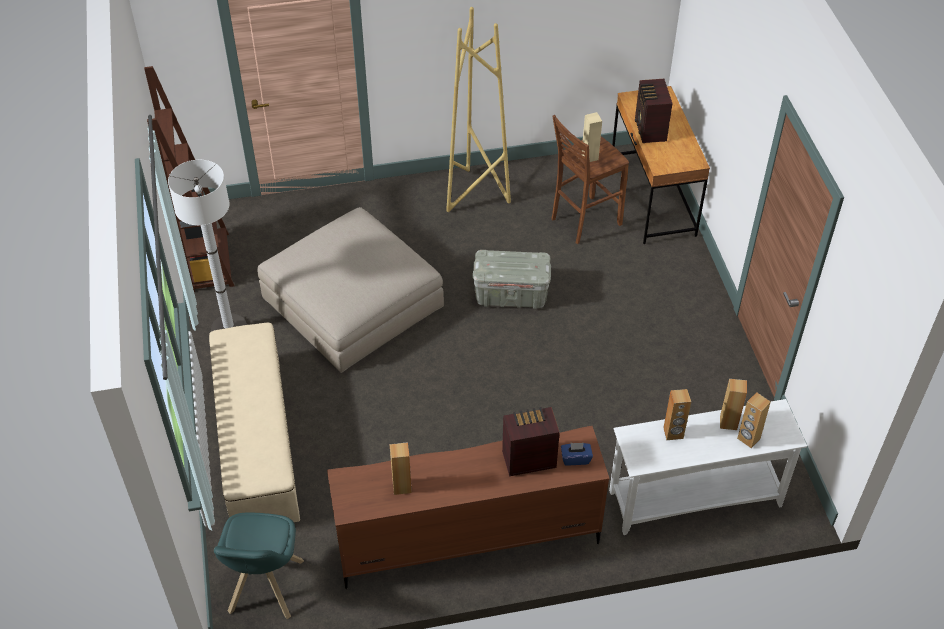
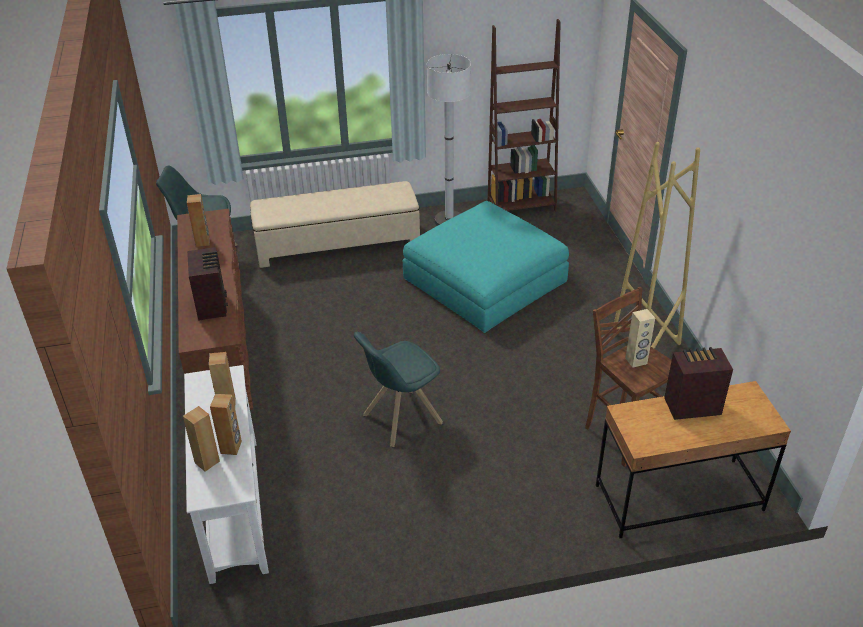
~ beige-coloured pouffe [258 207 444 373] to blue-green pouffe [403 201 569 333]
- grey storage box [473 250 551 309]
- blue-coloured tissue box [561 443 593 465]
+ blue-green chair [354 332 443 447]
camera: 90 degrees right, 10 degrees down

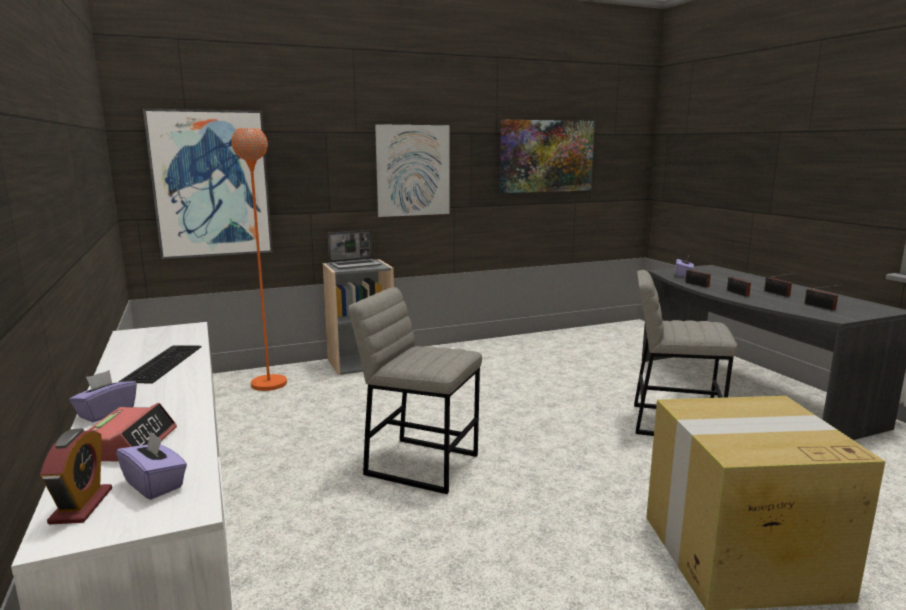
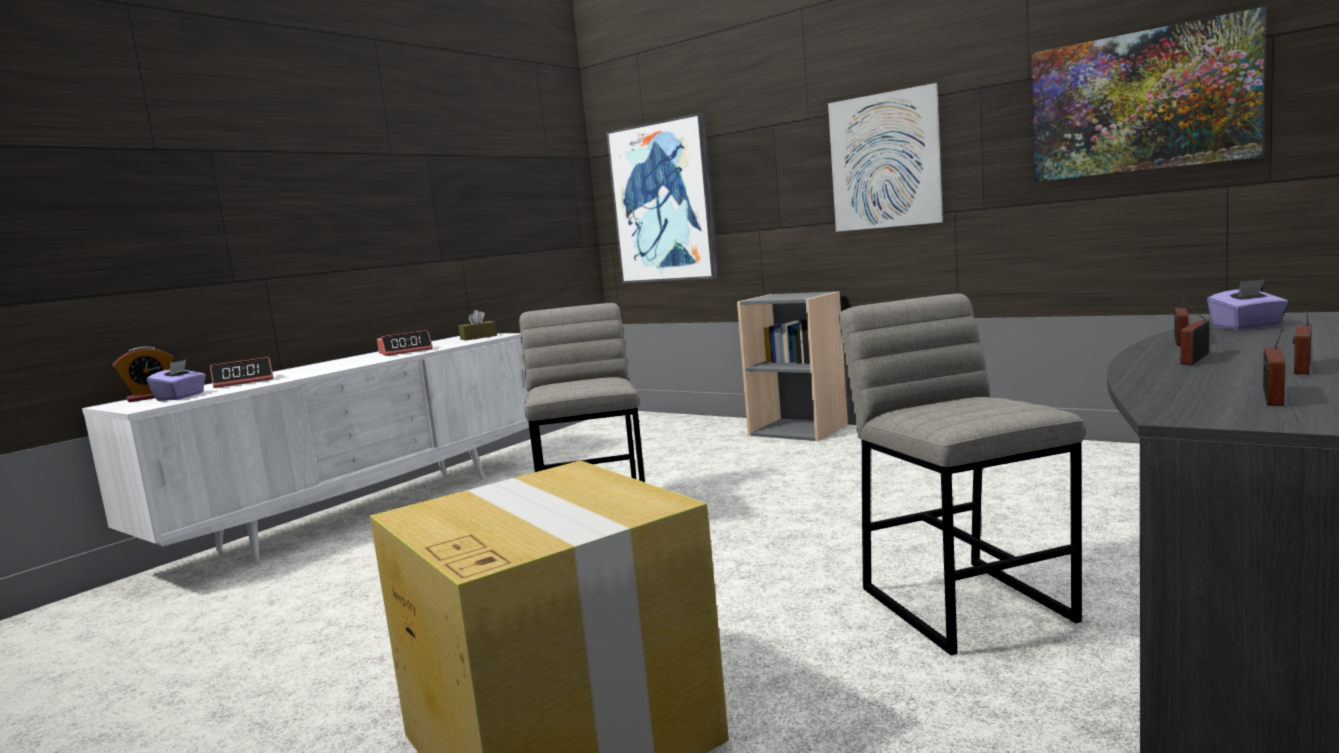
- purple tissue box [69 370 137 422]
~ computer keyboard [119 345 202 383] to bedside clock [377 330 433 356]
- orange standard lamp [231 128 287 391]
- portable computer [328 230 382 269]
+ brown tissue box [459 310 497 341]
camera: 60 degrees right, 5 degrees down

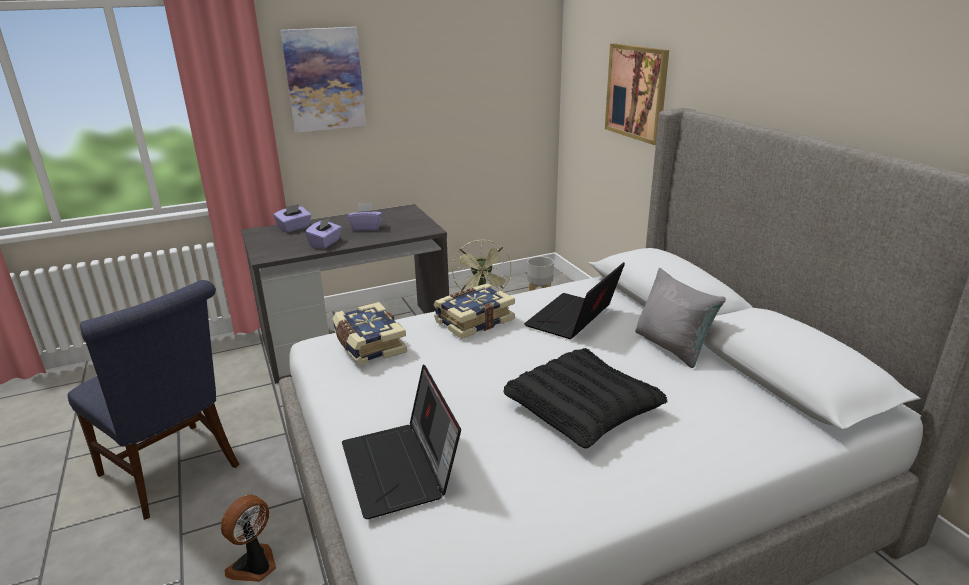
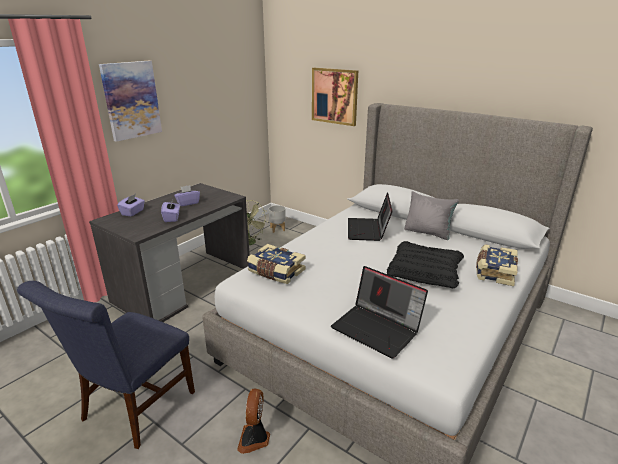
~ blue-coloured chair [68 280 240 520] = [17 281 195 449] 105 degrees clockwise
~ book [434 283 515 339] to [476 244 518 286]
camera: 30 degrees left, 0 degrees up

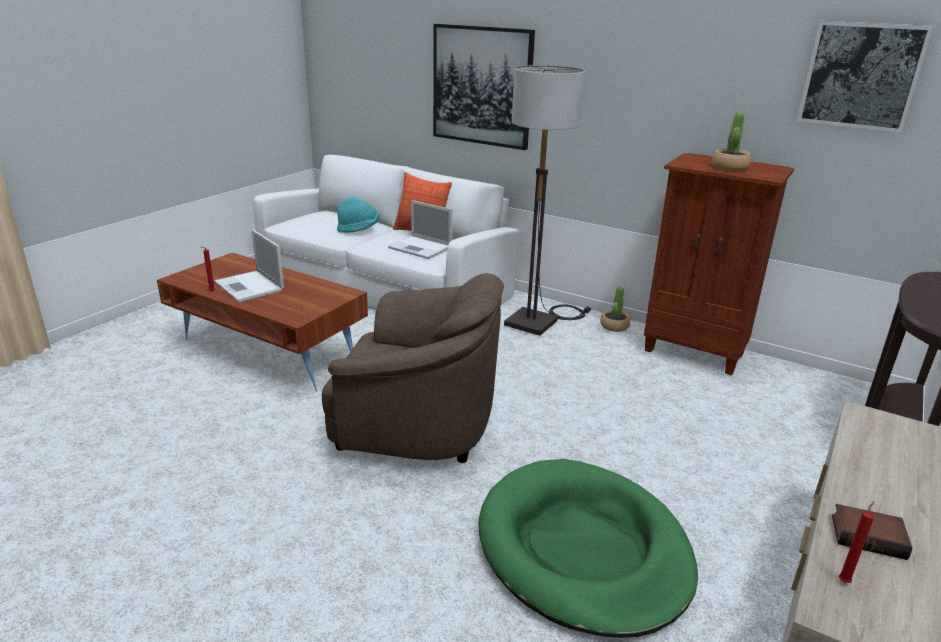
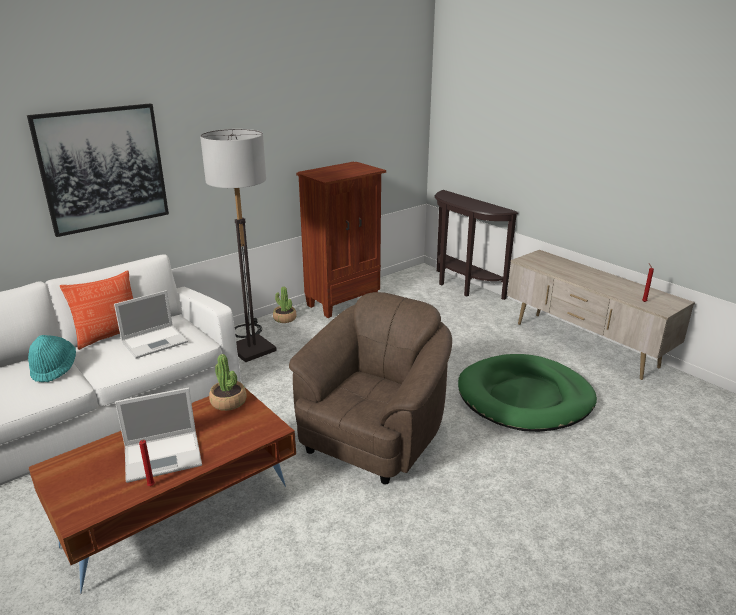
~ plant in a pot [712 111 751 171] to [209 354 247 411]
- wall picture [797 21 933 133]
- book [832 504 913 560]
camera: 70 degrees left, 0 degrees up

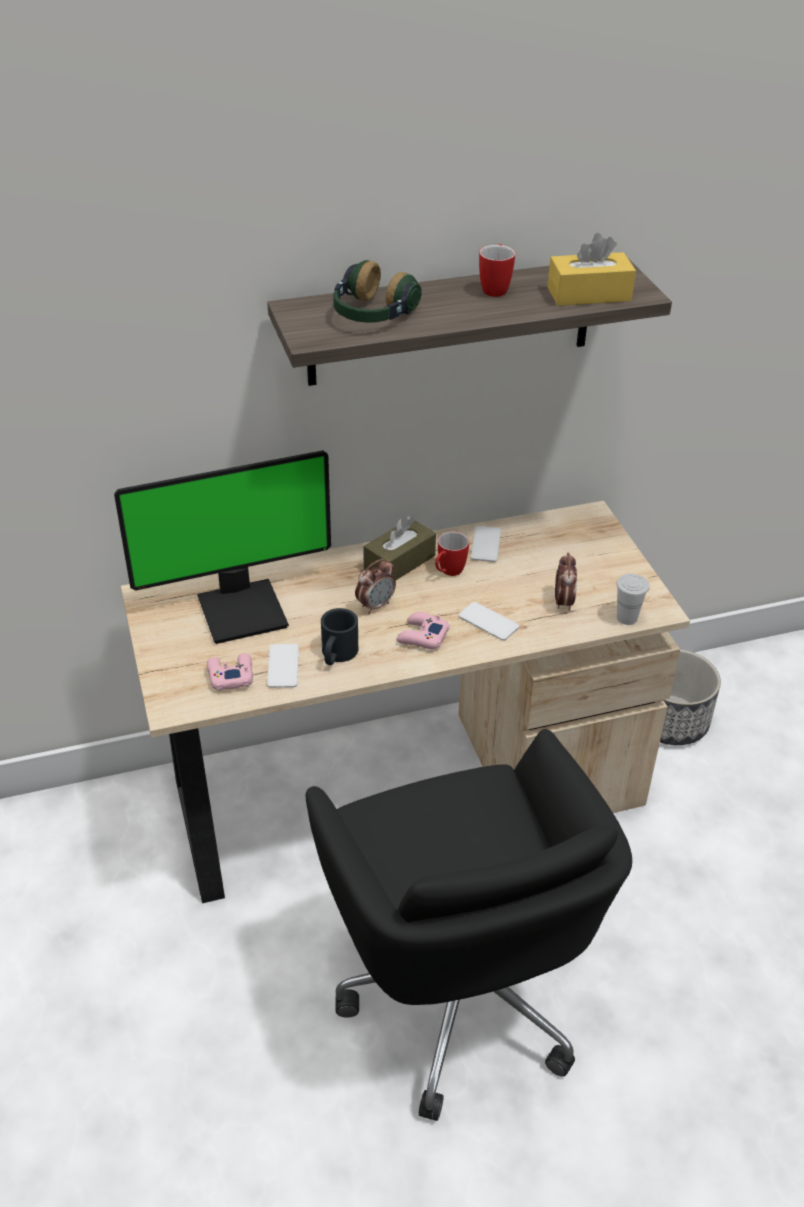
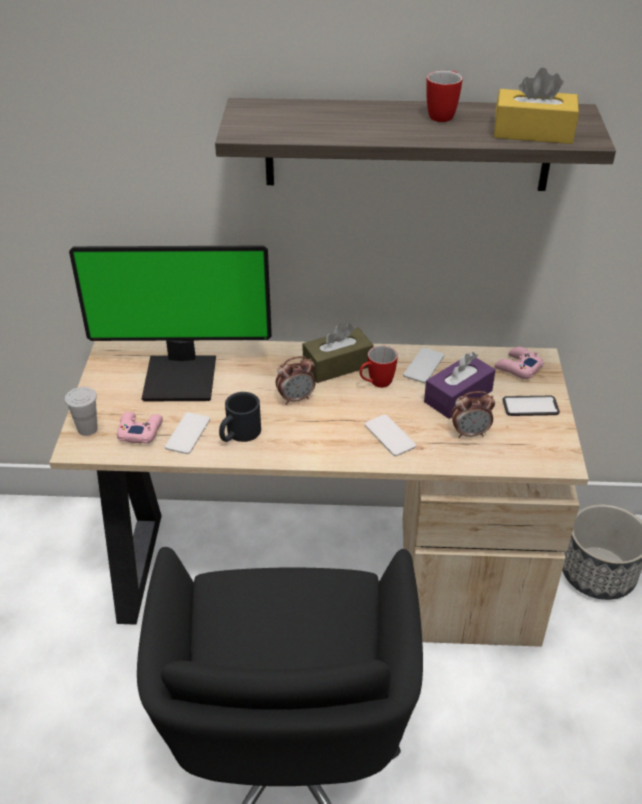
- headset [333 260 422 323]
~ pinkish gamepad [396 612 450 649] to [495 347 544 379]
~ bedside clock [555 553 577 611] = [451 391 495 438] 60 degrees clockwise
~ white-coloured small cup [616 574 649 625] to [65 387 98 436]
+ purple tissue box [424 352 496 419]
+ telephone [502 396 560 416]
camera: 20 degrees right, 0 degrees up

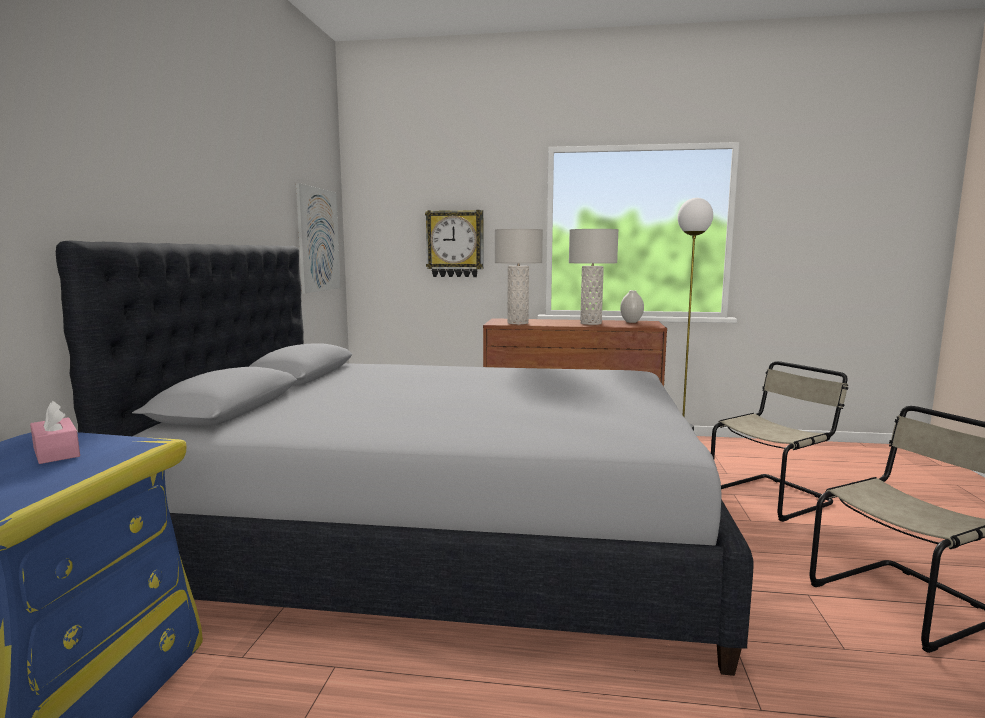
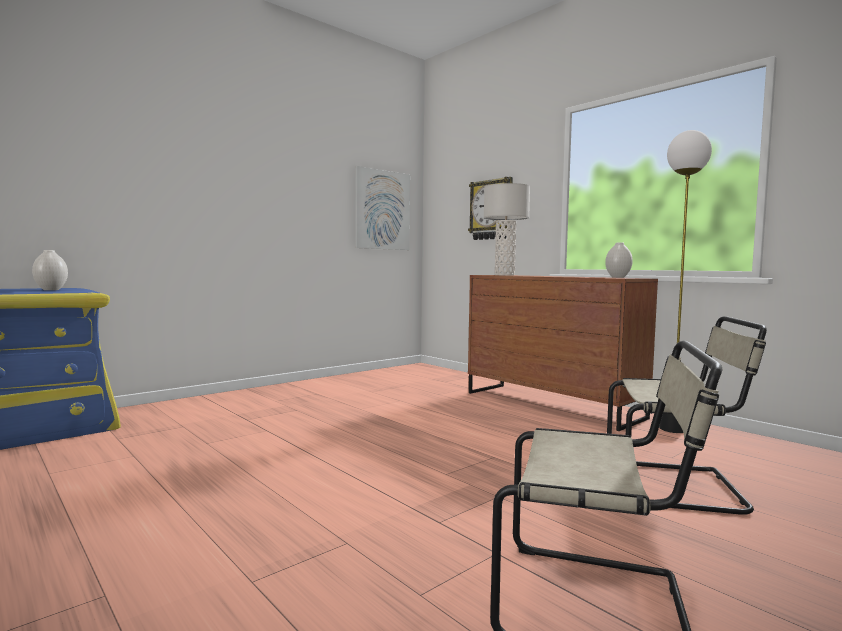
~ pinkish tissue box [30 401 80 464] to white-coloured decorative vase [32 250 68 290]
- grey sleeping bed [56 241 754 676]
- white-coloured table lamp [569 229 618 325]
camera: 40 degrees right, 5 degrees down

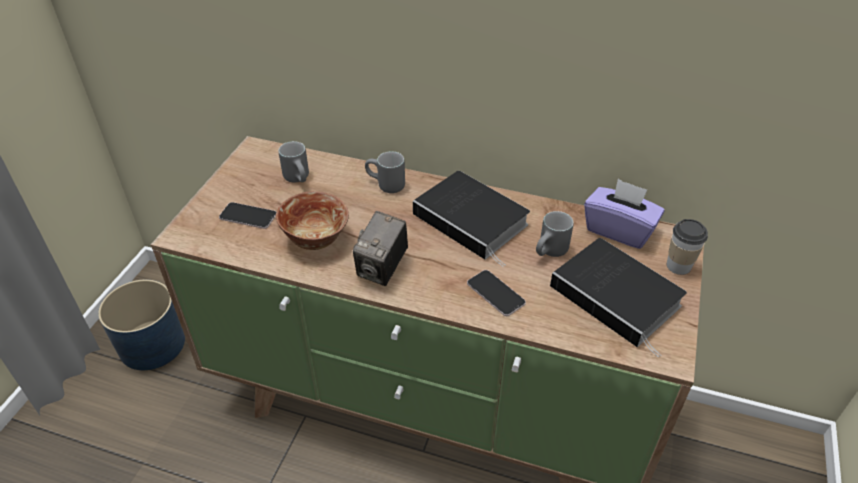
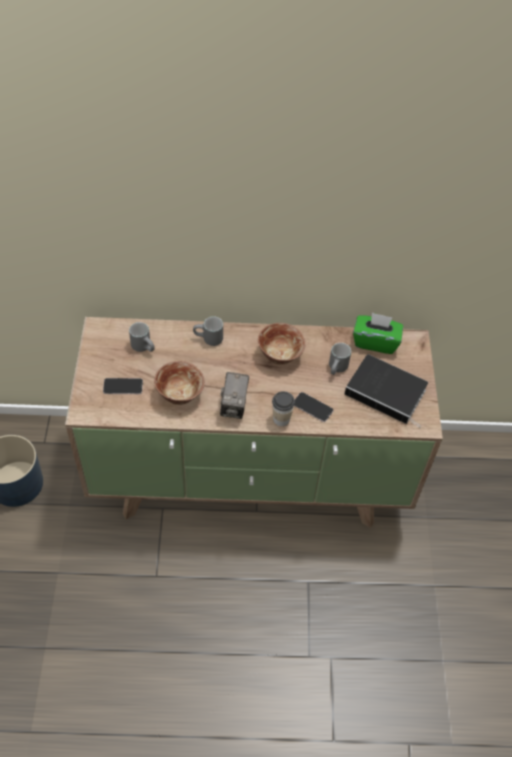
~ book [413 171 530 267] to bowl [258 323 306 364]
~ purple tissue box [584 179 665 249] to greenish tissue box [353 312 403 354]
~ small cup [666 219 708 275] to [272 391 295 426]
camera: 20 degrees left, 10 degrees up

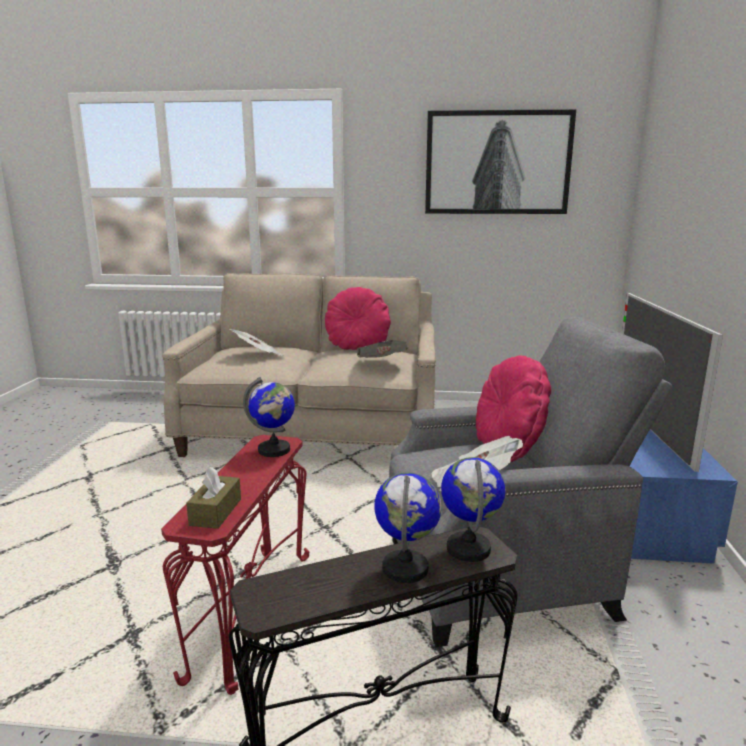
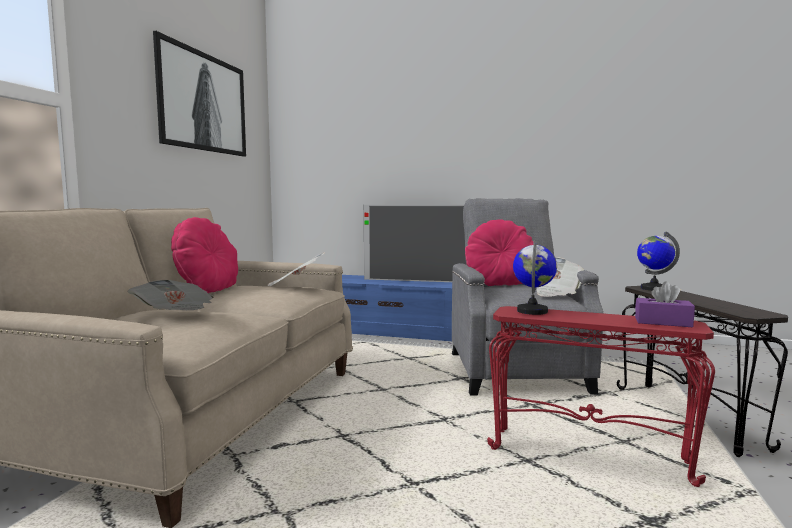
~ brown tissue box [186 466 241 529] to purple tissue box [635 281 695 327]
- world globe [374 472 442 583]
camera: 80 degrees left, 10 degrees down

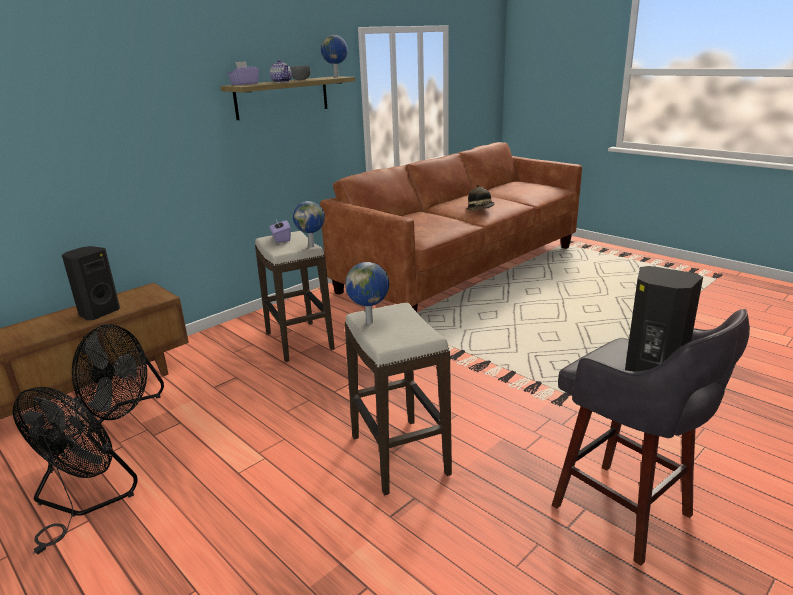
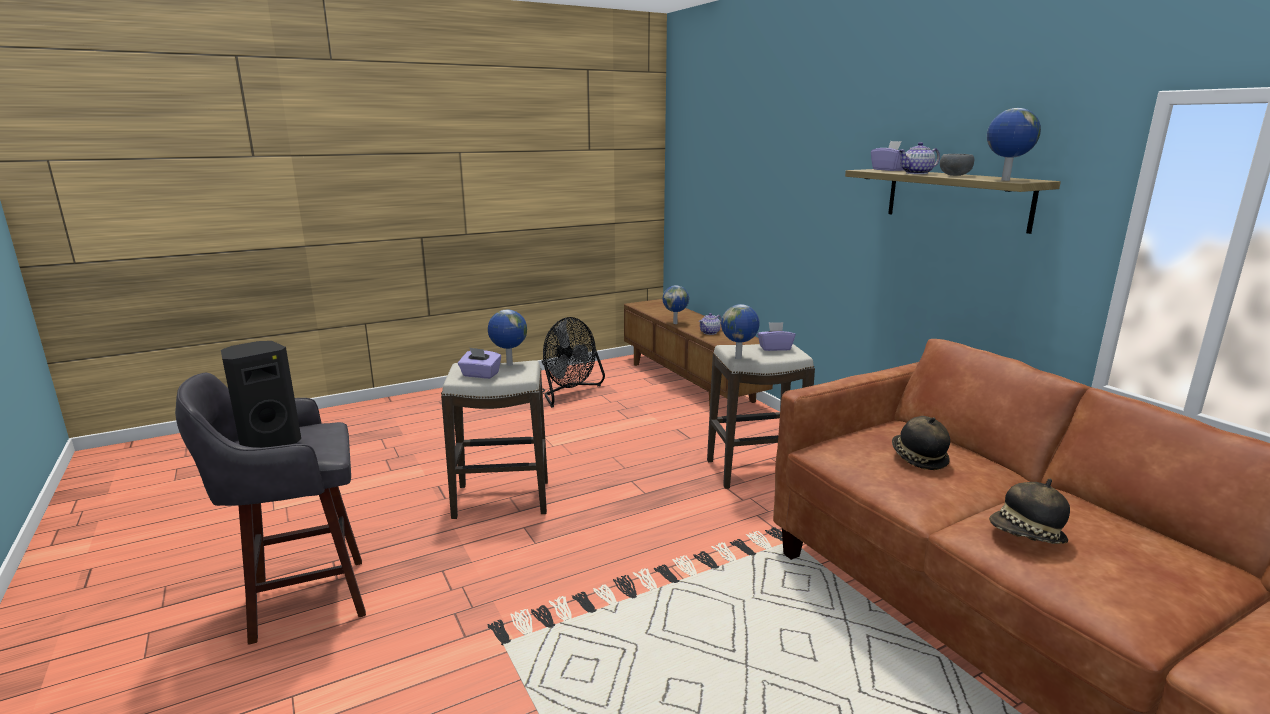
- black electric fan [61 324 164 453]
~ black audio speaker [62 246 120 320] to teapot [699 313 722 335]
+ purple tissue box [458 347 501 379]
+ world globe [663 285 689 324]
+ hat [892 416 950 470]
camera: 105 degrees right, 5 degrees down

